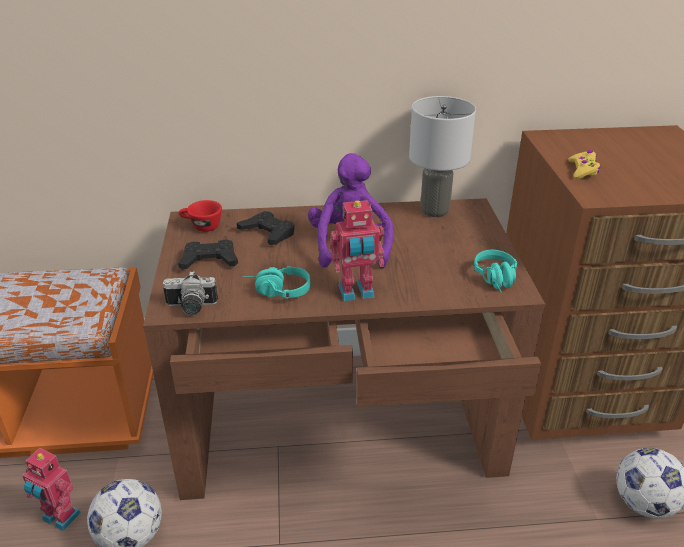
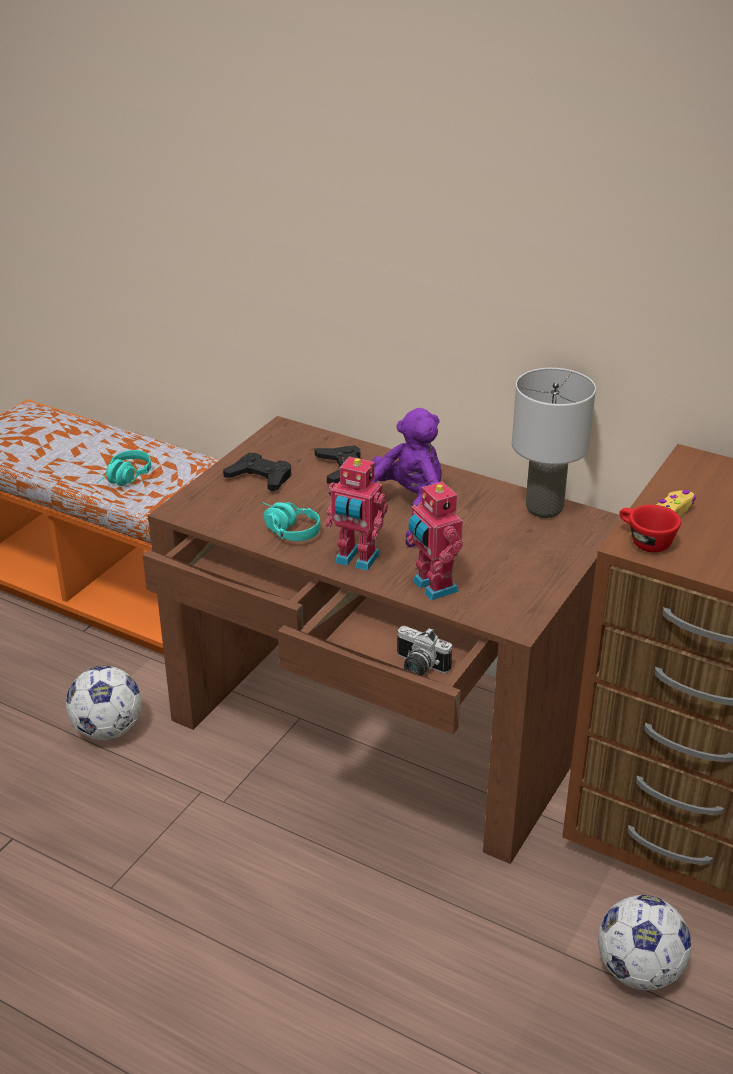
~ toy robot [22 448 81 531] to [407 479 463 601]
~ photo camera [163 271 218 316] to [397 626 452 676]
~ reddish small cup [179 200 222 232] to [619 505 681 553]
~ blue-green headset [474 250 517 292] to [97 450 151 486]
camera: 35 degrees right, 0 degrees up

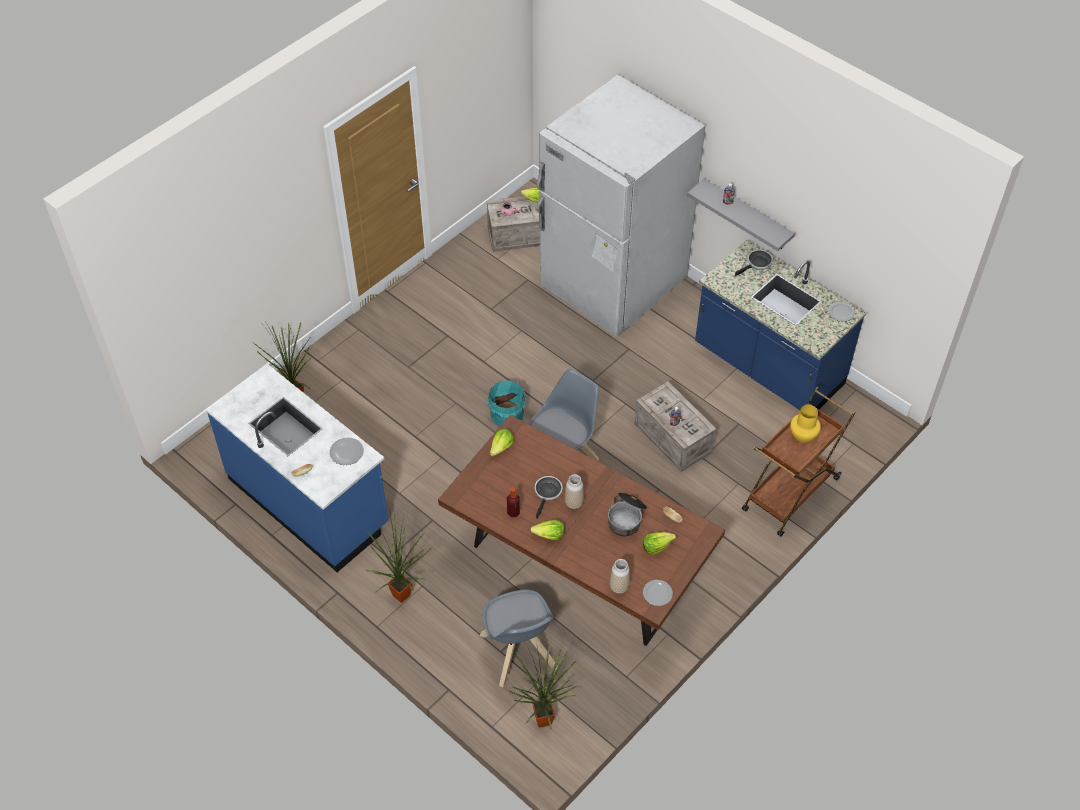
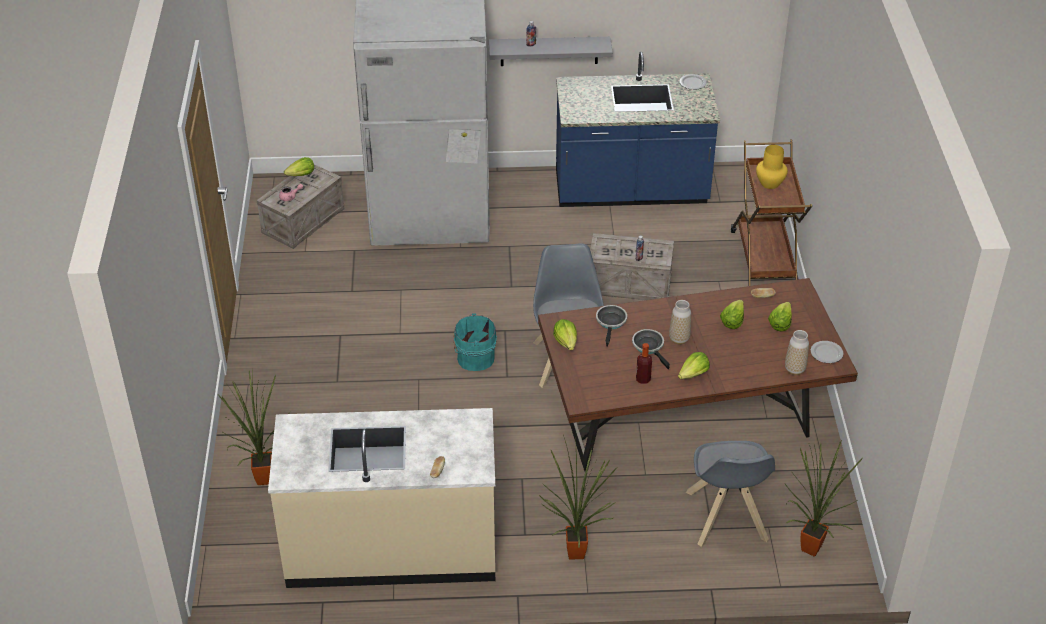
~ blue-coloured counter [206 364 388 572] to beige-coloured counter [268 408 495 588]
- dinner plate [330 437 364 465]
~ grey chair [480 590 558 688] = [686 441 775 547] 60 degrees clockwise
~ cooking pot [608 493 647 536] to head of lettuce [720 300 744 329]
~ pan [735 250 773 276] to [596 305 627 347]
camera: 45 degrees left, 10 degrees down

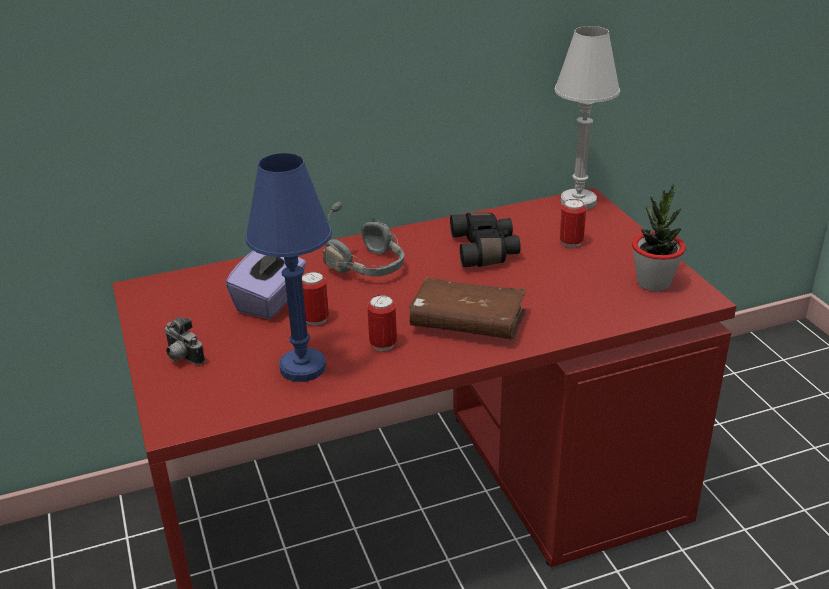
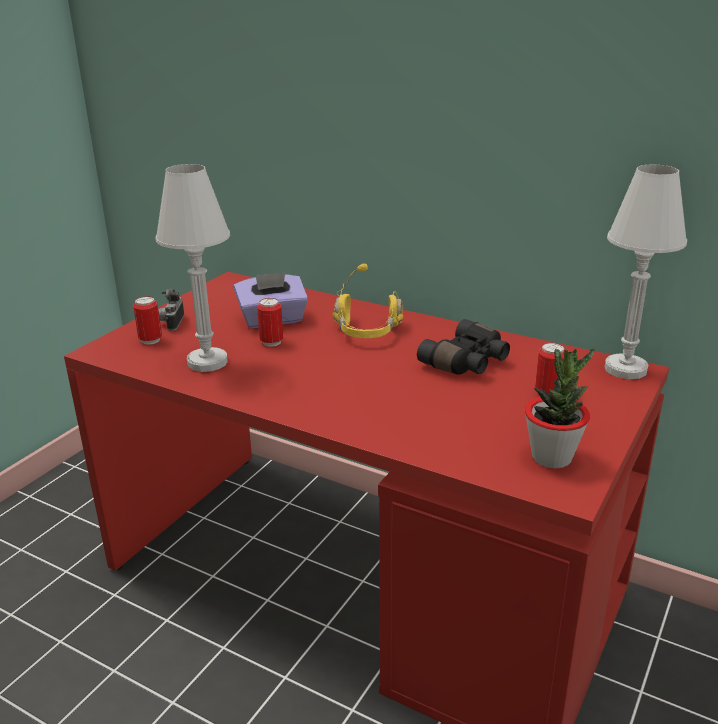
~ blue-coloured table lamp [245 153 332 382] to white-coloured table lamp [155 164 230 372]
~ grey headset [323 202 404 277] to yellow headset [332 264 404 338]
~ metal can [367 295 397 351] to [133 296 162 345]
- brown book [409 277 526 339]
camera: 50 degrees right, 5 degrees down

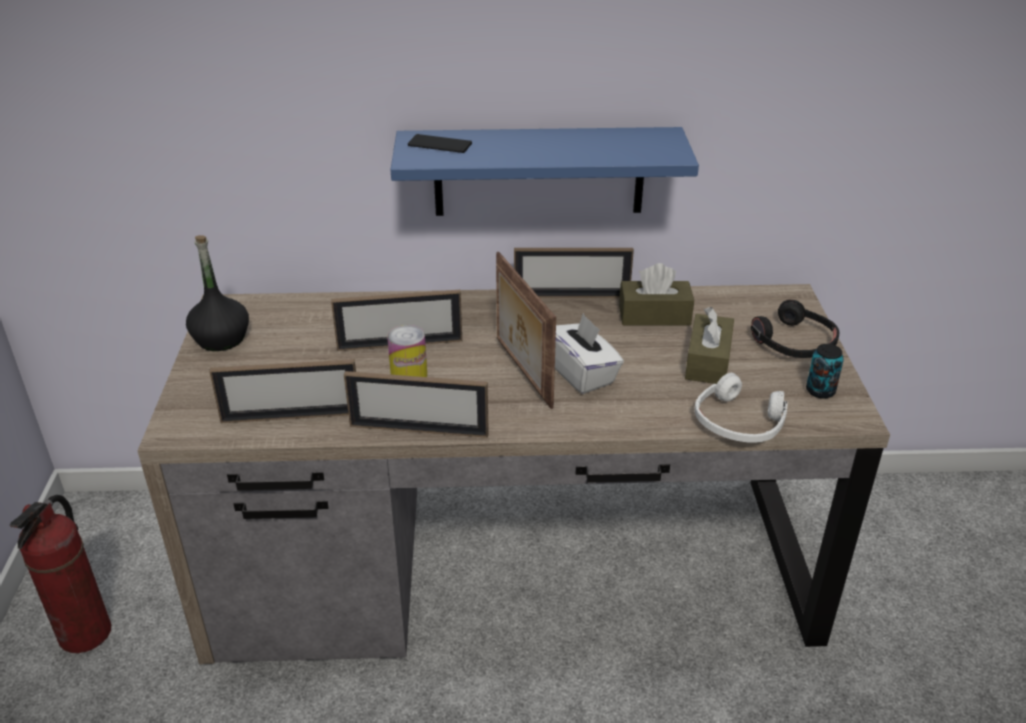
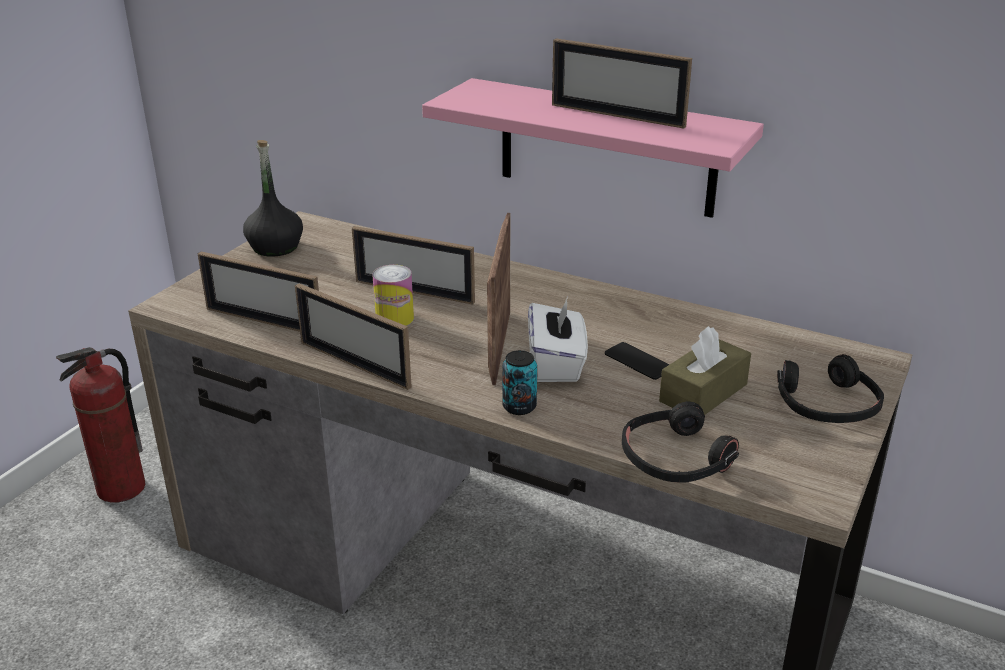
~ blue-coloured wall shelf [390 127 699 216] to pinkish wall shelf [422 78 764 218]
~ telephone [408 134 472 153] to [605 342 670 380]
~ standing frame [514 248 634 297] to [552 38 692 129]
- brown tissue box [619 263 694 325]
~ white-coloured headset [695 372 787 443] to black headset [622 401 739 483]
~ metal can [806 344 844 399] to [502 350 537 415]
camera: 30 degrees right, 5 degrees down

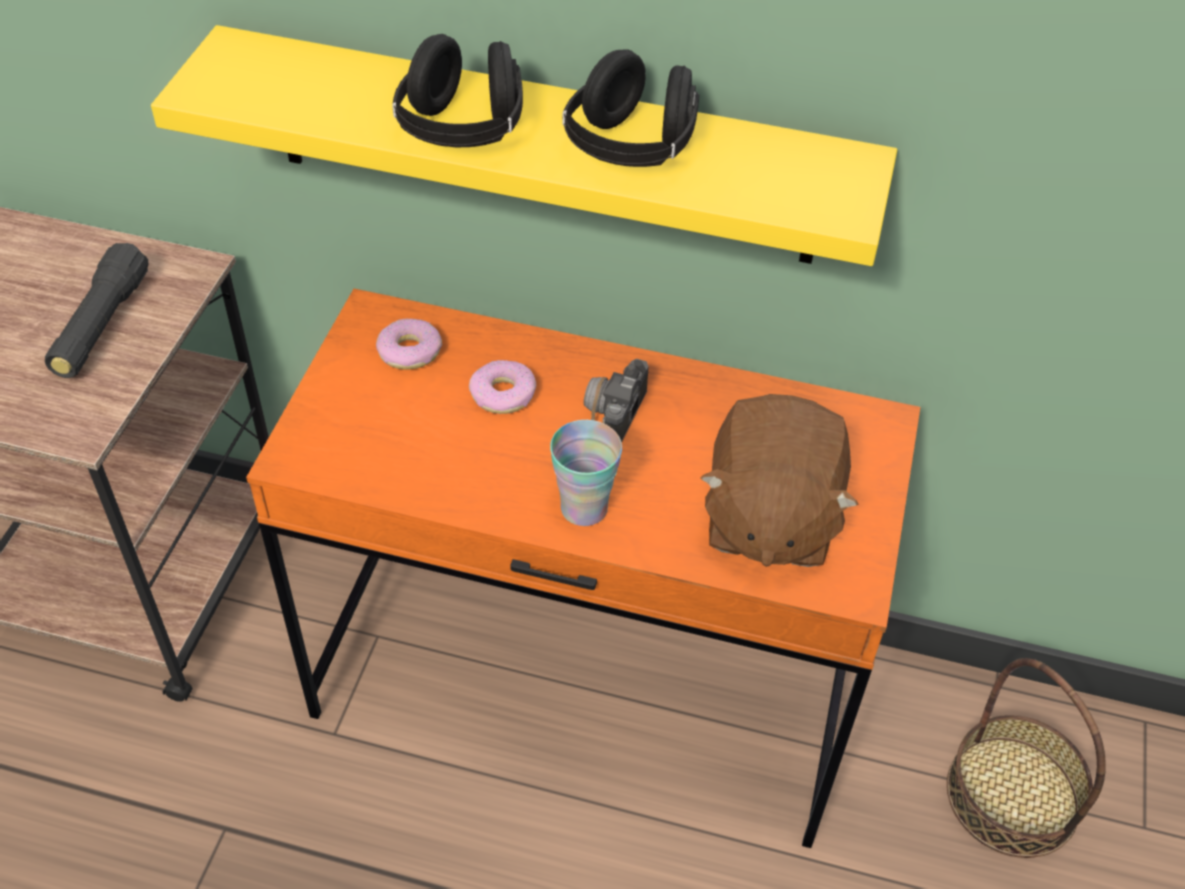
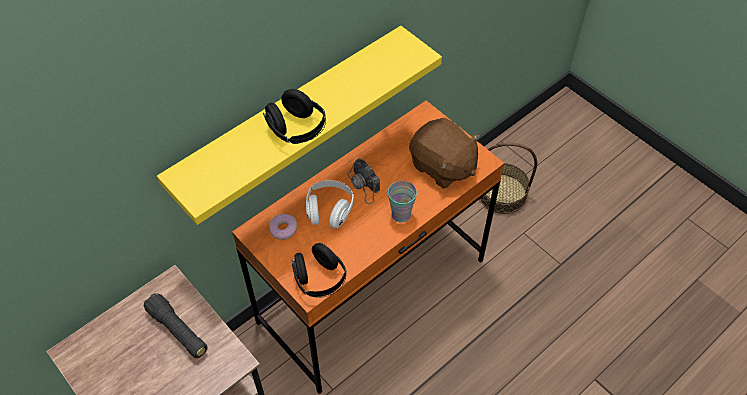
~ donut [469 360 536 414] to white-coloured headset [306 180 354 228]
~ black headset [562 49 699 167] to [292 243 347 298]
camera: 55 degrees left, 5 degrees up

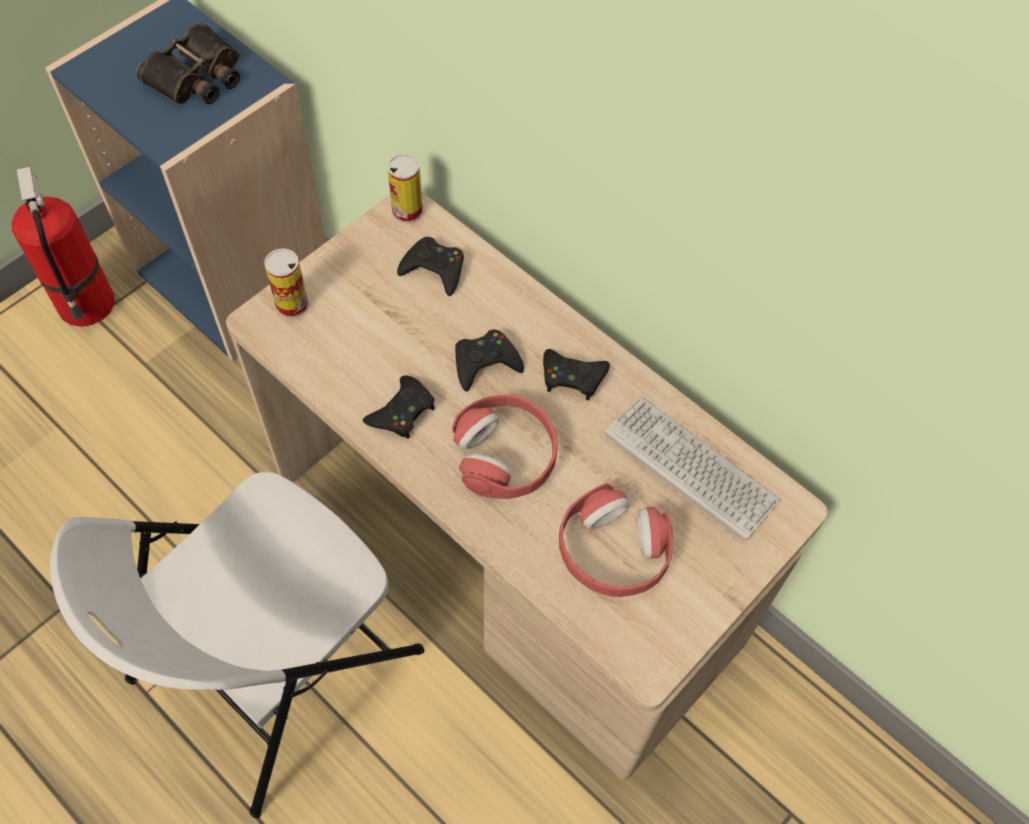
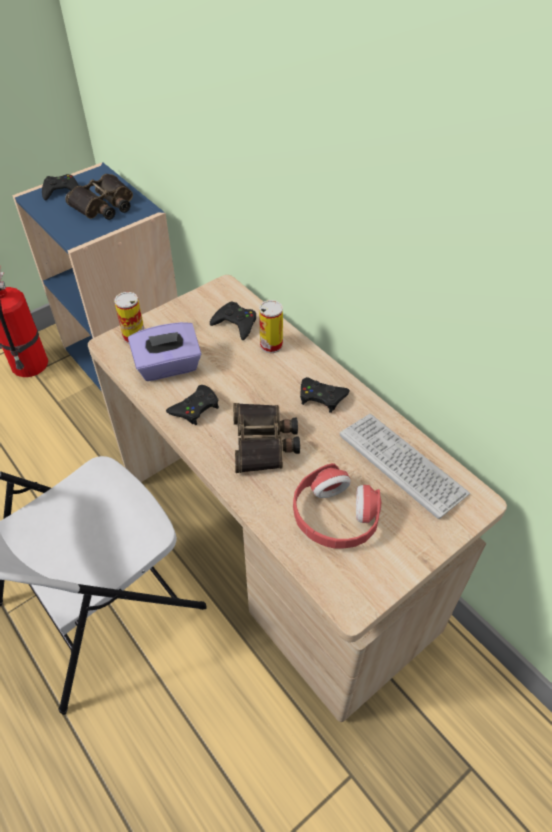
~ metal can [387 153 423 223] to [259 300 283 353]
~ reddish headset [452 395 558 499] to pair of binoculars [233 403 300 473]
~ black gamepad [455 330 524 391] to [42 174 79 201]
+ purple tissue box [128 322 201 381]
camera: 10 degrees right, 10 degrees down

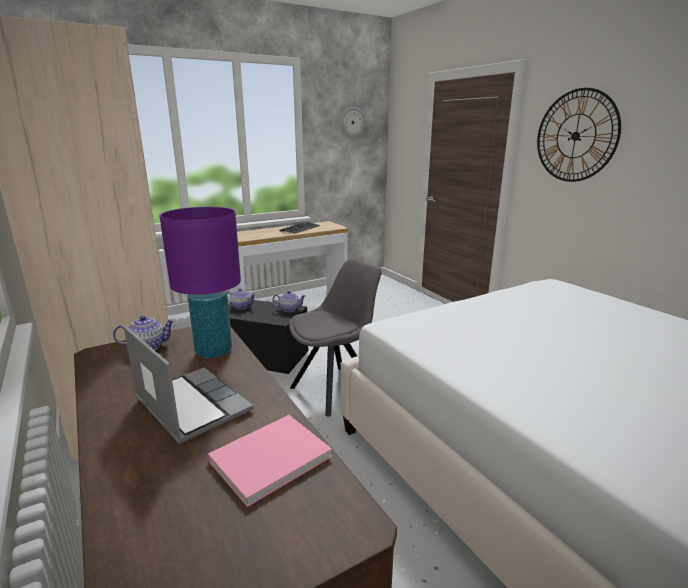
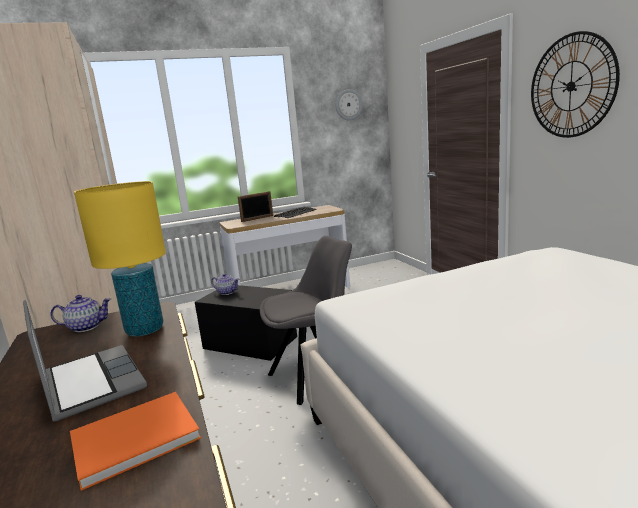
~ purple table lamp [159 207 241 358] to yellow table lamp [74 181 166 337]
~ pinkish book [207 415 332 507] to orange book [70 392 201 491]
- teapot [272 291 306 312]
+ standing frame [238 191 273 222]
camera: 10 degrees right, 5 degrees down

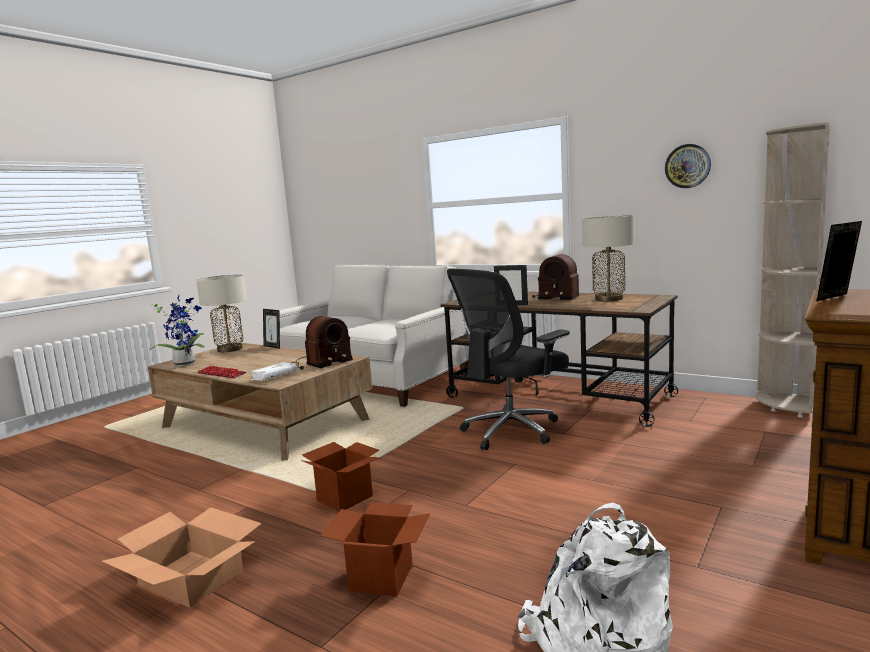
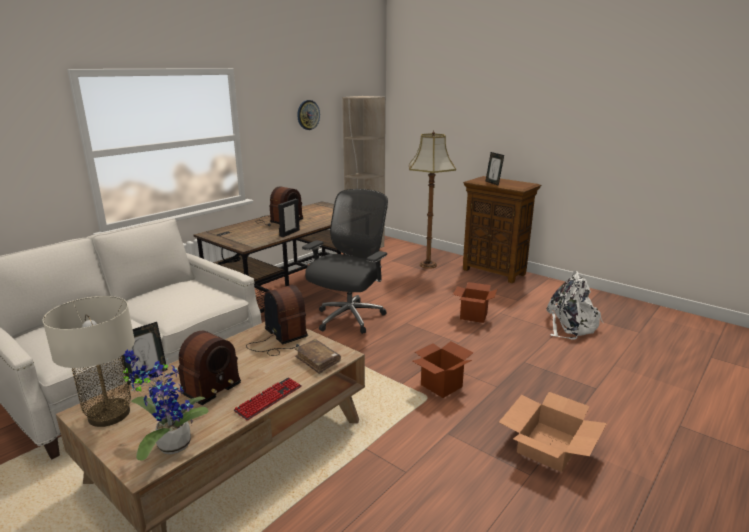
~ white-coloured book [250 362 297 381] to brown book [295 339 341 374]
~ carton [320 502 430 597] to [453 282 497 323]
~ office chair [447 269 570 450] = [302 189 388 334] 120 degrees counterclockwise
- table lamp [582 215 635 301]
+ radio receiver [154 331 241 405]
+ standard lamp [409 130 456 269]
camera: 85 degrees left, 10 degrees up

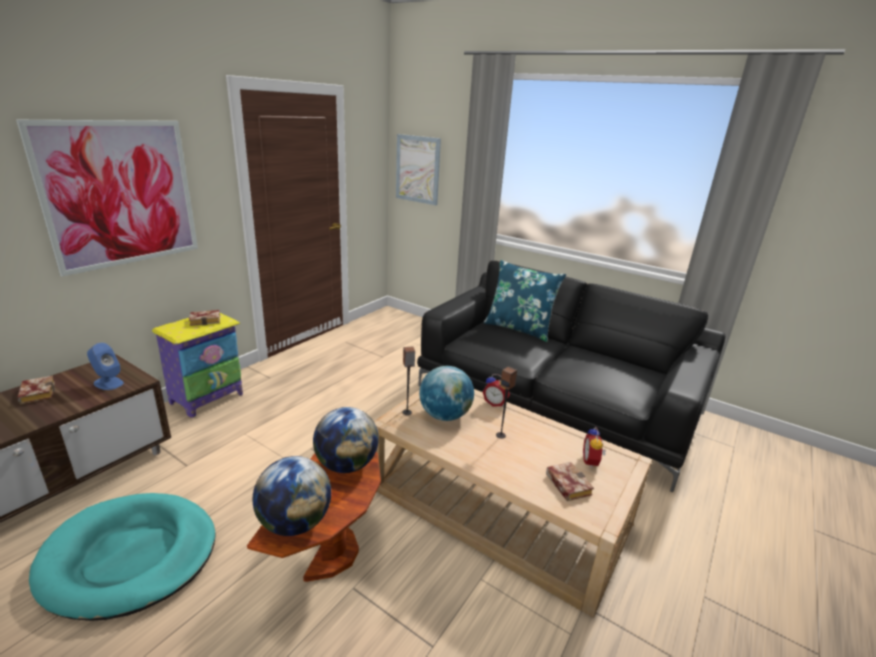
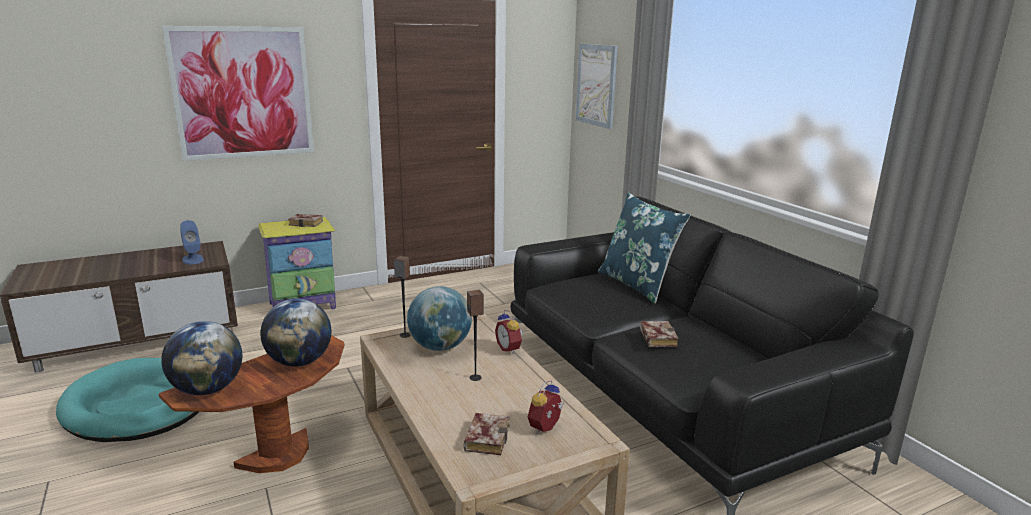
~ book [17 375 55 405] to [640 321 679 347]
camera: 30 degrees right, 5 degrees down

